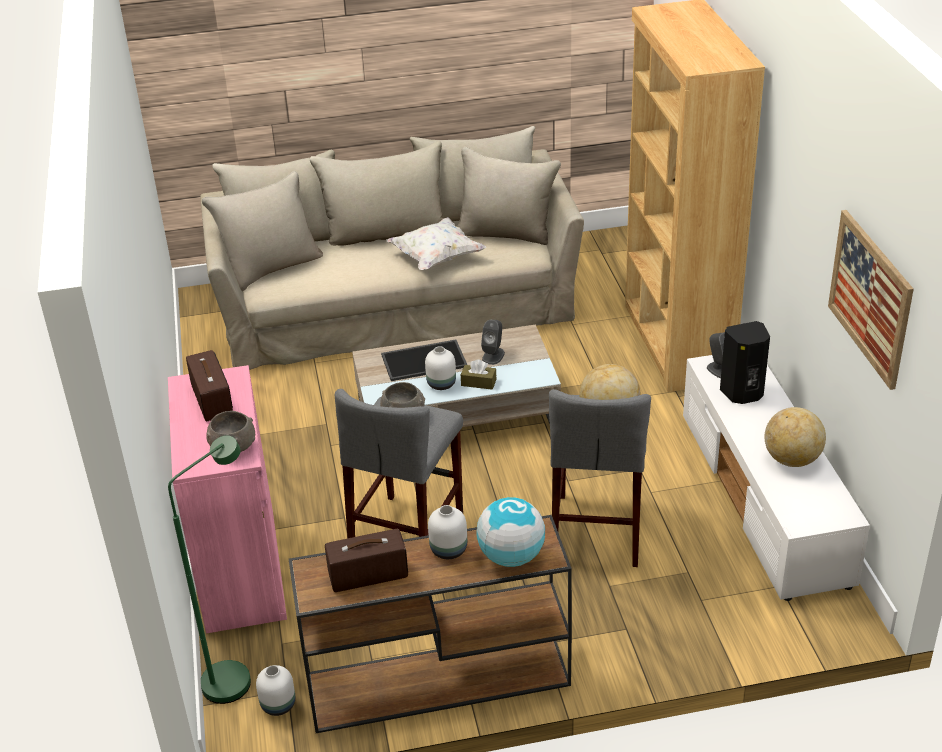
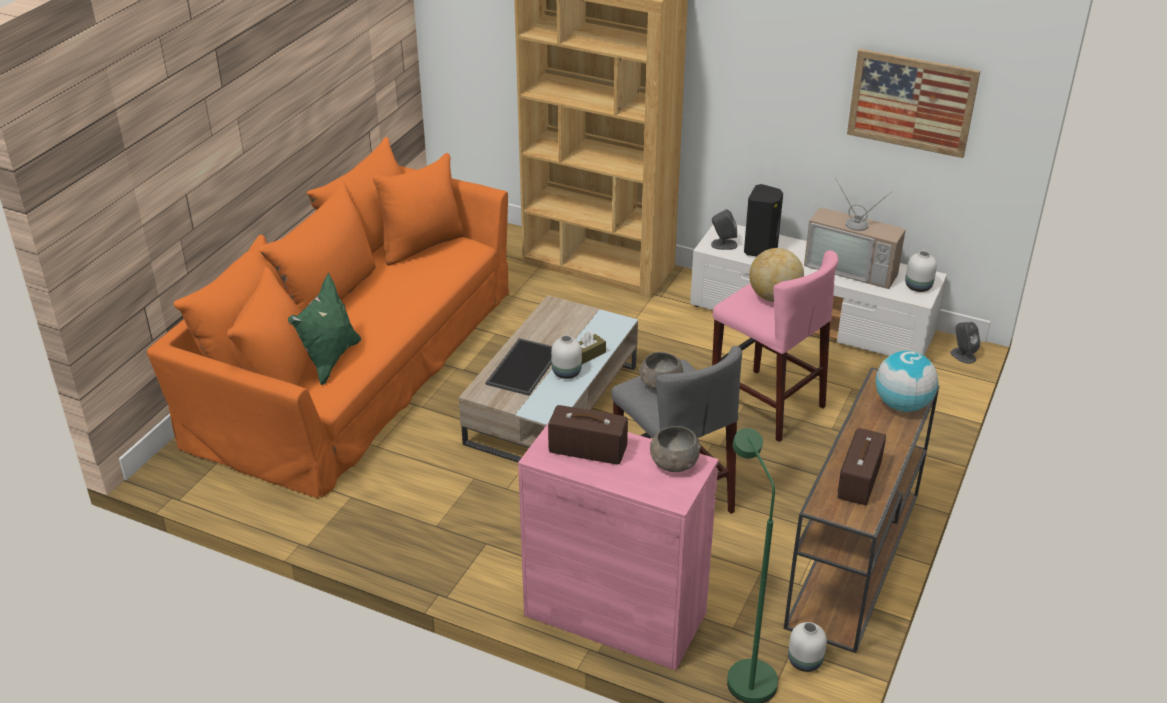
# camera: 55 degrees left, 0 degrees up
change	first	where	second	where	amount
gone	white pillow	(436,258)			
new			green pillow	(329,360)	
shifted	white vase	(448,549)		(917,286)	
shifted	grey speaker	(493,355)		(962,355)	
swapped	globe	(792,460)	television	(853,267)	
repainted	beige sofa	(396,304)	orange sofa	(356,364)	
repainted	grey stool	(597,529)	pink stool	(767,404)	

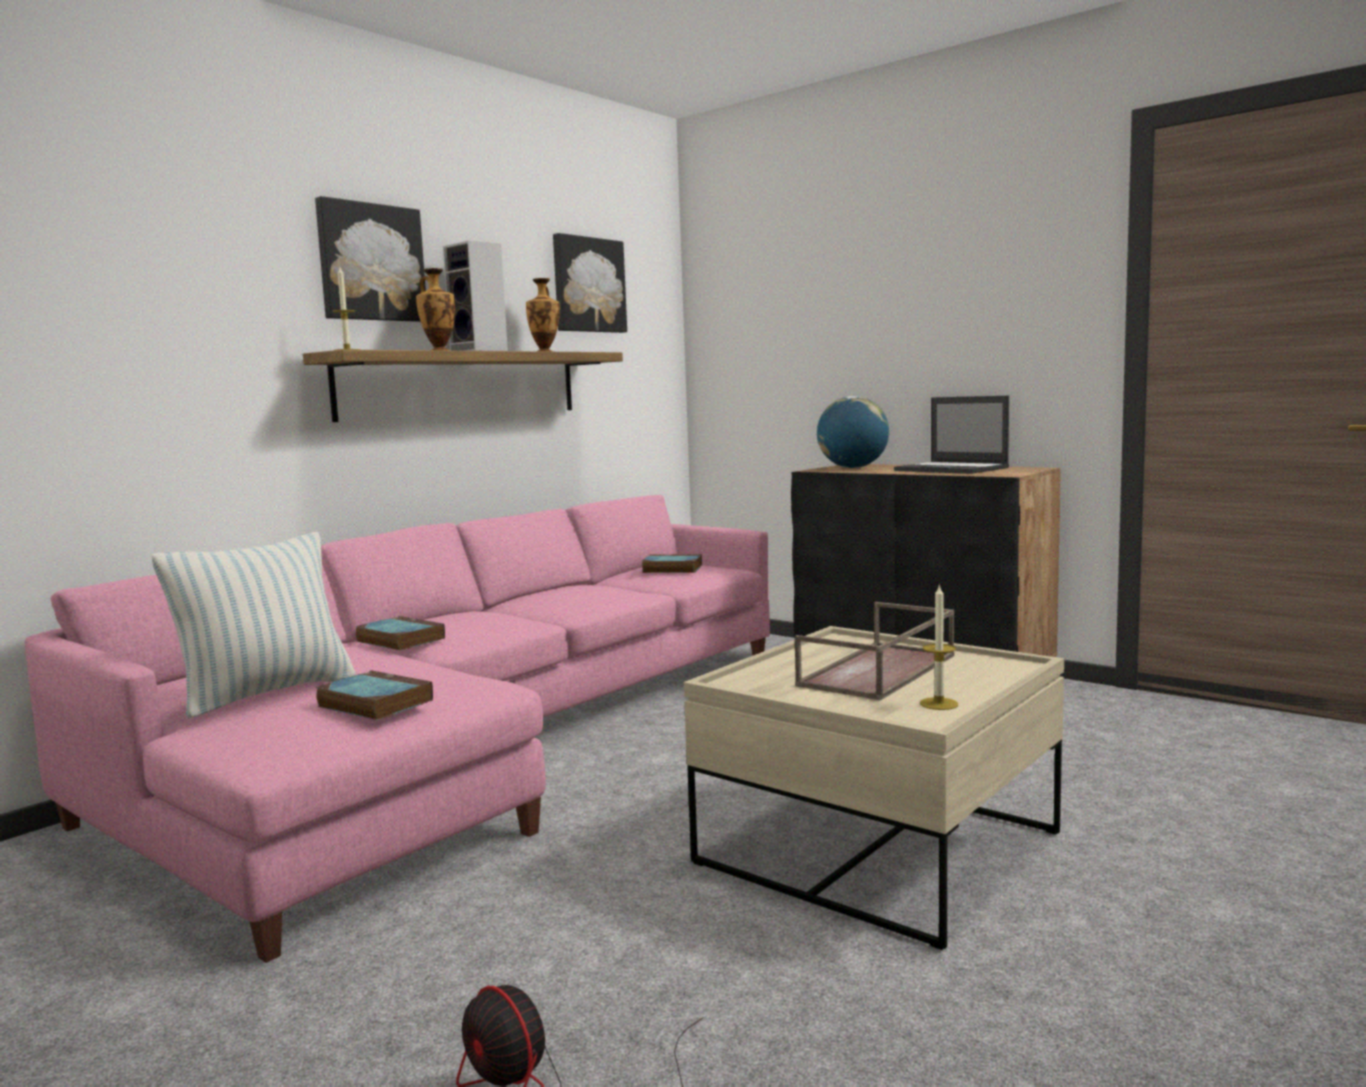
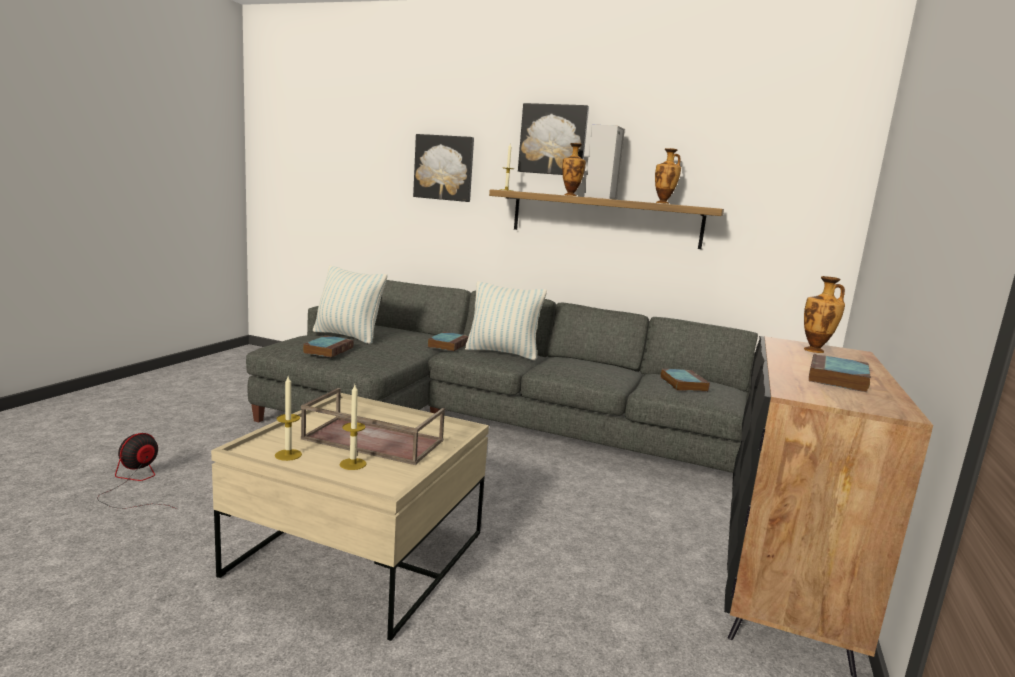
# camera: 70 degrees right, 5 degrees up
change	first	where	second	where	amount
new			candle	(353,464)	
new			pillow	(502,352)	
shifted	picture	(587,285)		(444,168)	
swapped	globe	(853,468)	vase	(815,351)	
swapped	laptop	(952,469)	book	(838,379)	
repainted	pink sofa	(472,745)	grey sofa	(489,421)	

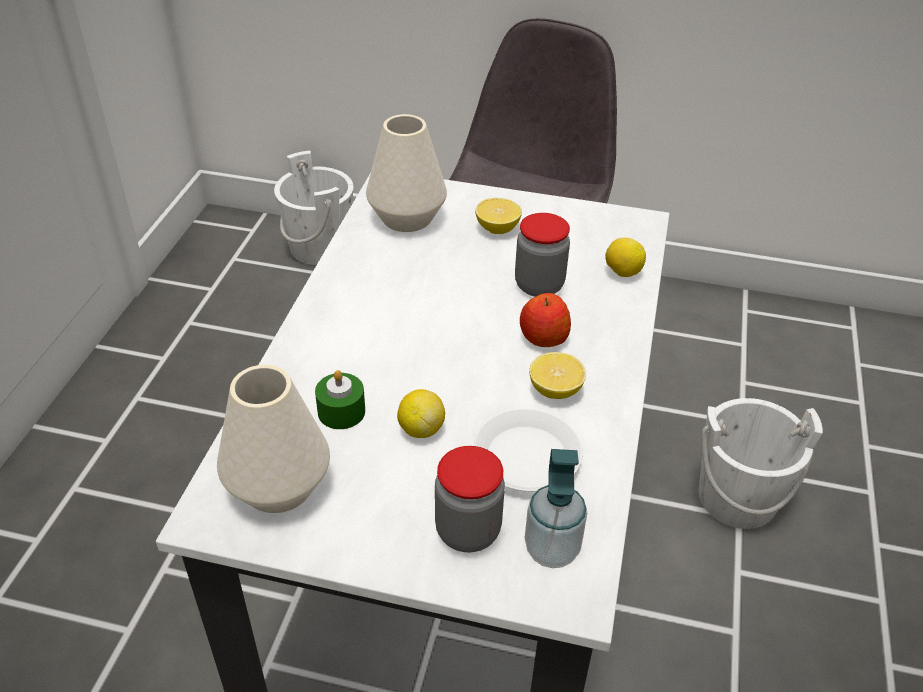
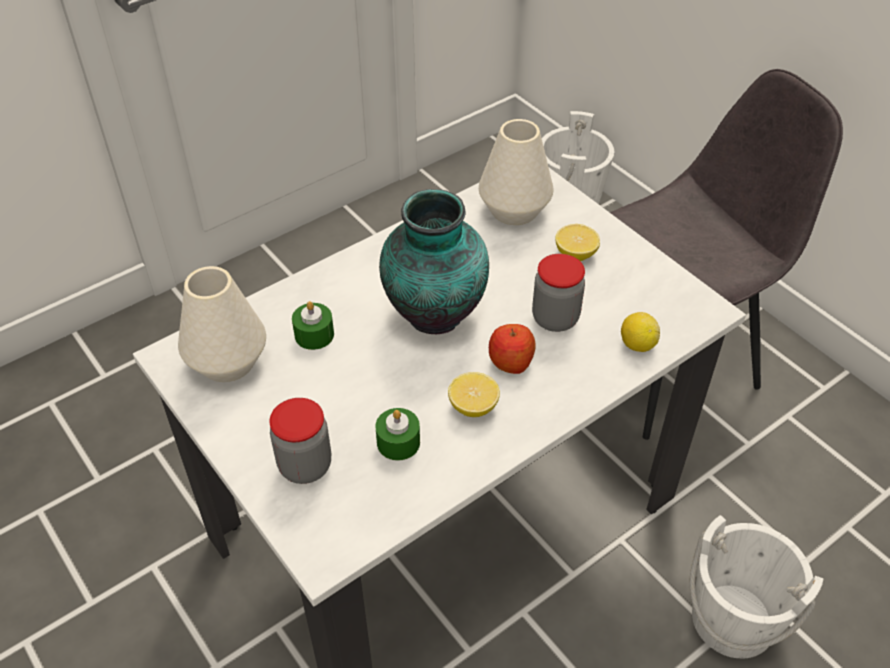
# camera: 40 degrees right, 5 degrees up
change	first	where	second	where	amount
gone	lemon	(421,429)			
gone	soap dispenser	(552,549)			
new			vase	(434,316)	
swapped	white plate	(527,457)	green candle	(398,442)	

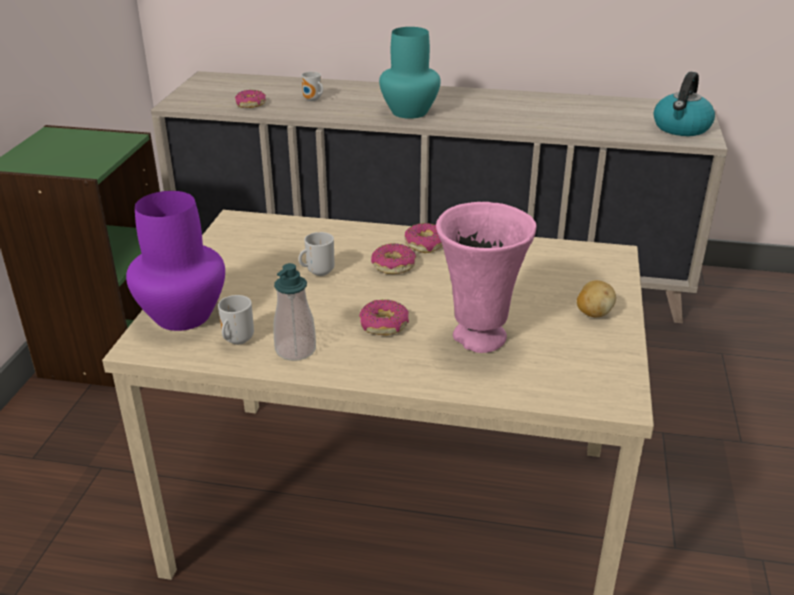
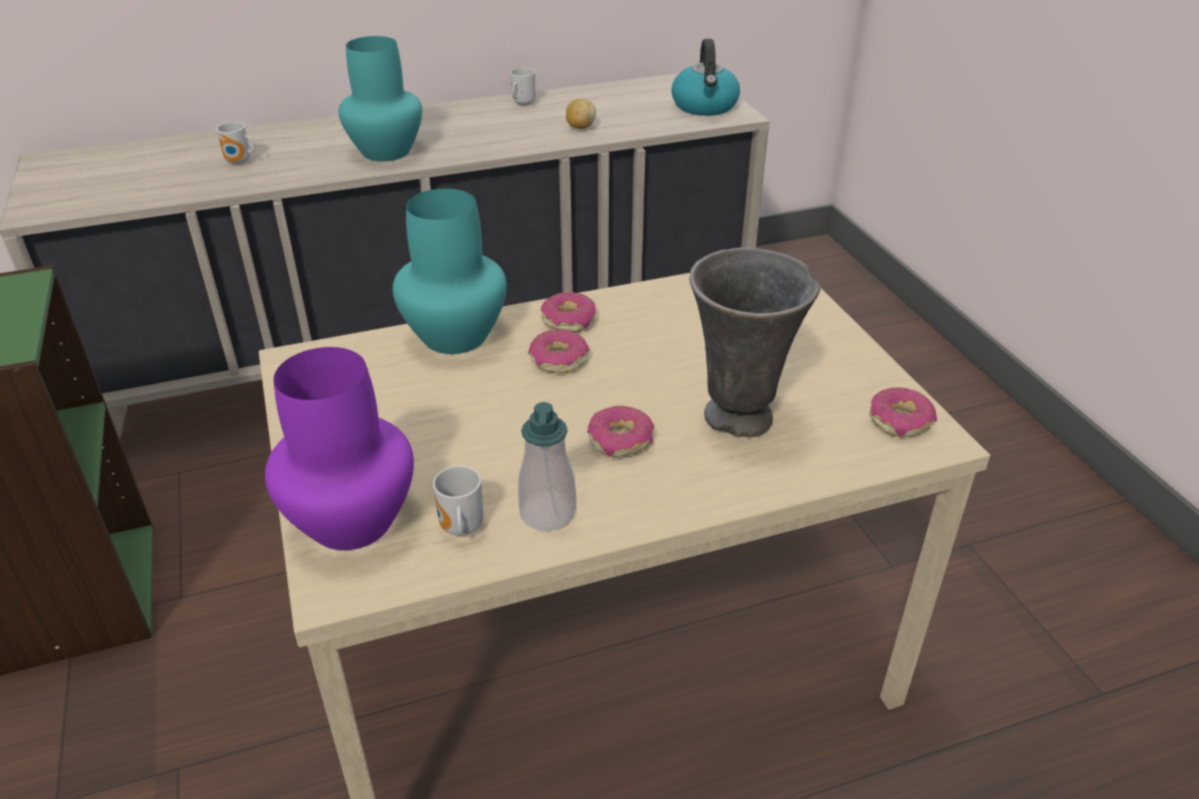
# camera: 30 degrees left, 5 degrees up
change	first	where	second	where	amount
new			turquoise vase	(456,337)	
shifted	donut	(251,104)		(900,421)	
shifted	mug	(318,272)		(522,104)	
shifted	potato	(593,313)		(580,127)	
repainted	pink vase	(479,339)	grey vase	(739,419)	

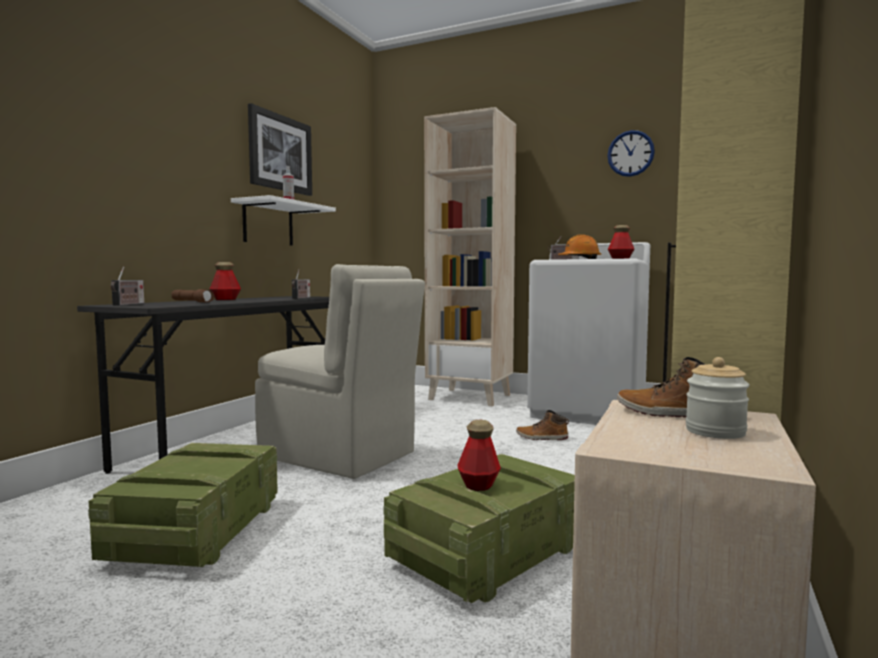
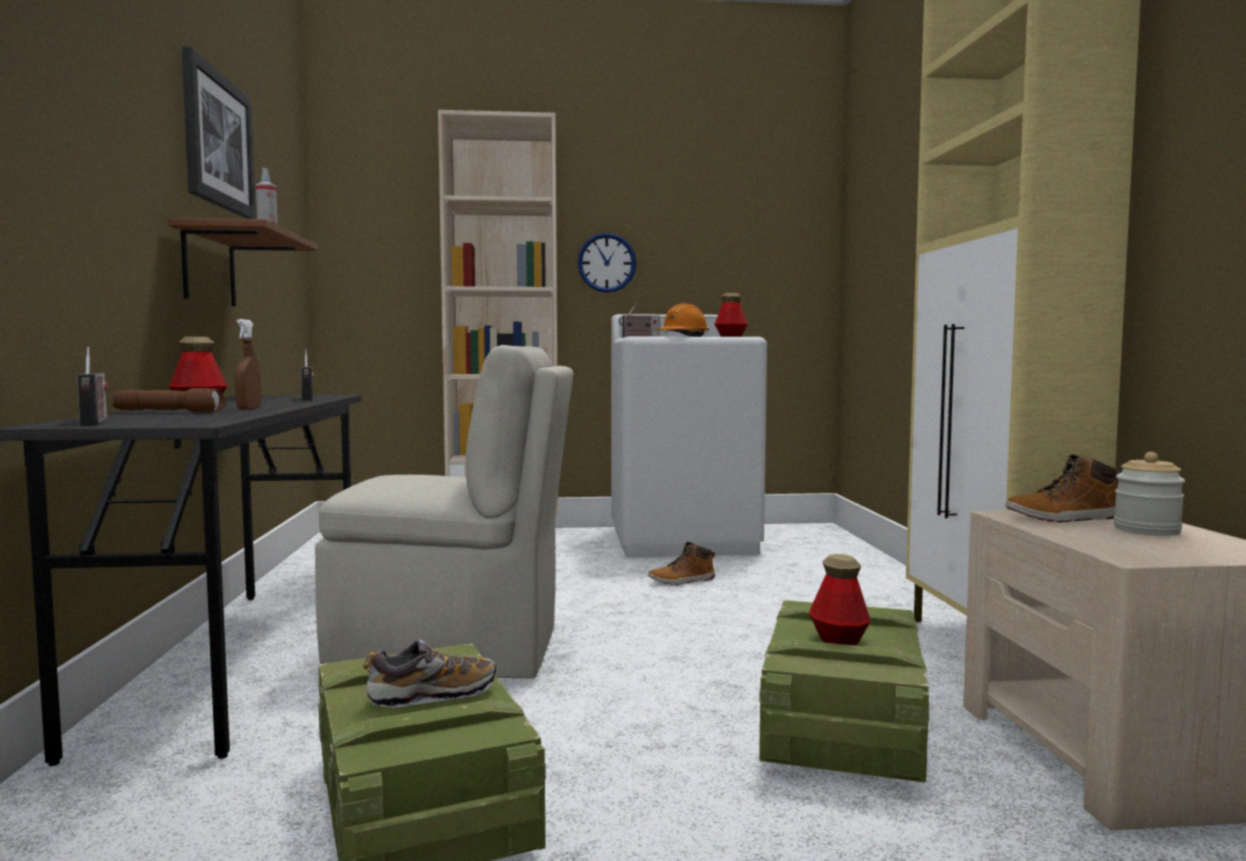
# camera: 30 degrees left, 0 degrees up
change	first	where	second	where	amount
new			brown spray bottle	(249,408)	
new			shoe	(431,696)	
shifted	wall clock	(630,153)		(606,263)	
repainted	white shelf	(268,224)	brown shelf	(209,267)	

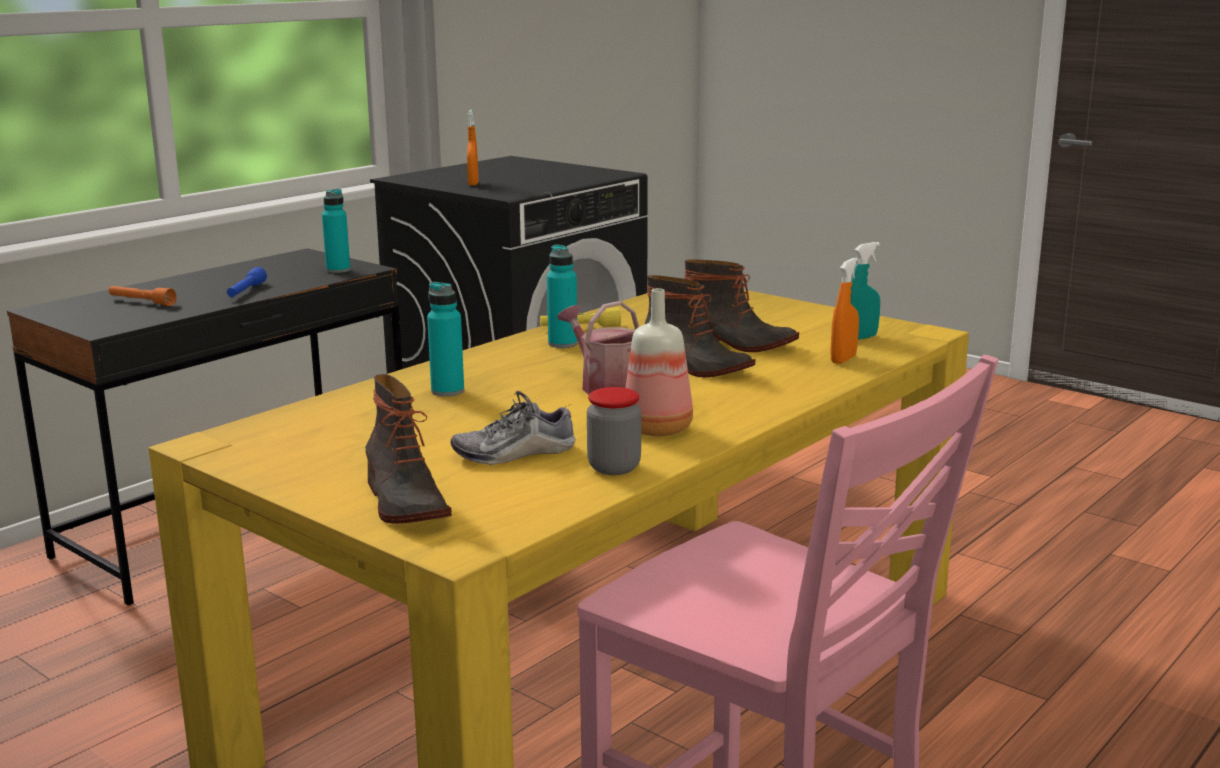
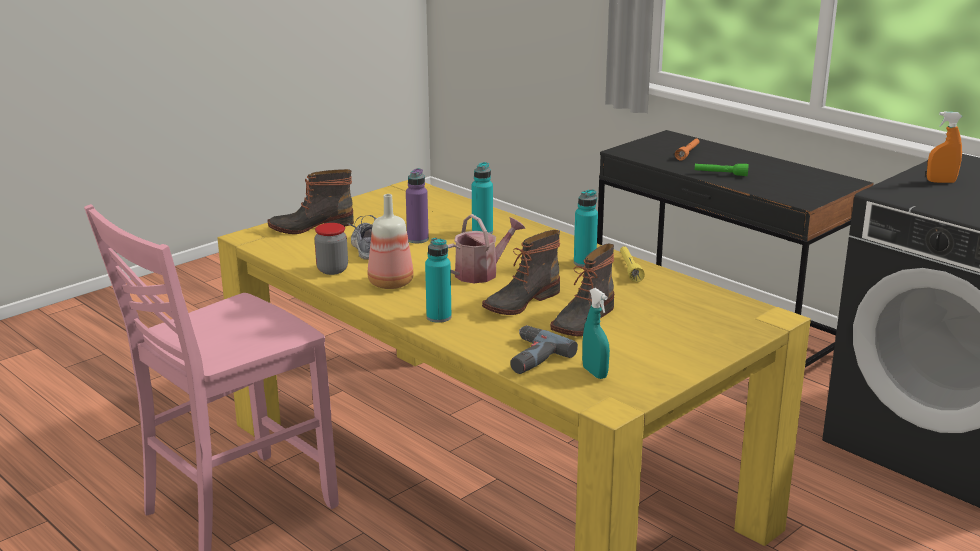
# camera: 95 degrees right, 5 degrees up
change	first	where	second	where	amount
new			purple bottle	(417,239)	
shifted	turquoise bottle	(338,270)		(439,317)	
swapped	orange spray bottle	(843,359)	power drill	(529,357)	
repainted	blue flashlight	(246,291)	green flashlight	(720,174)	

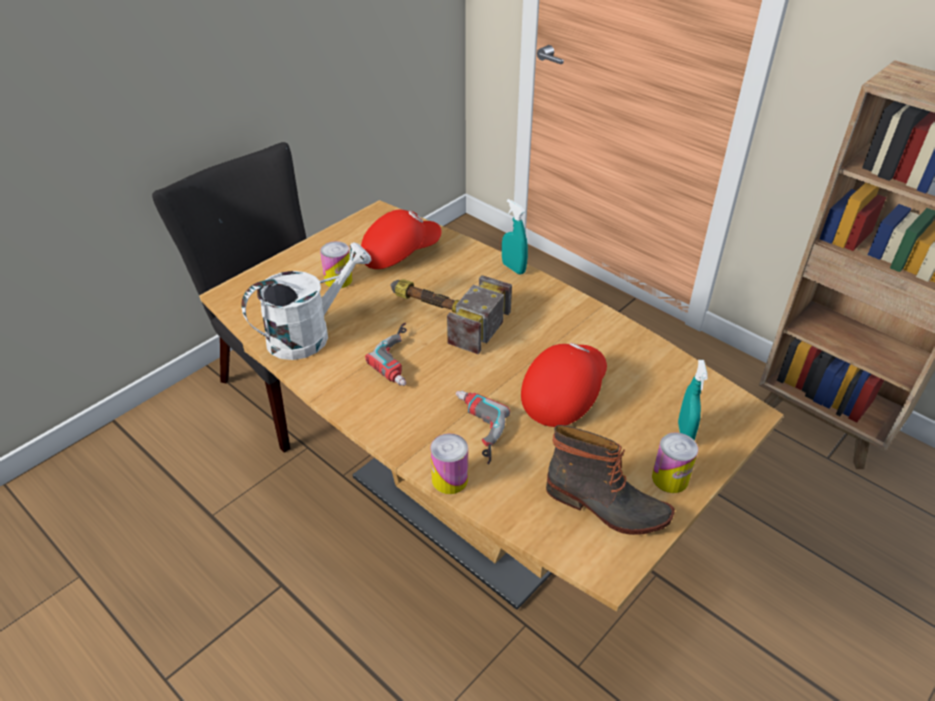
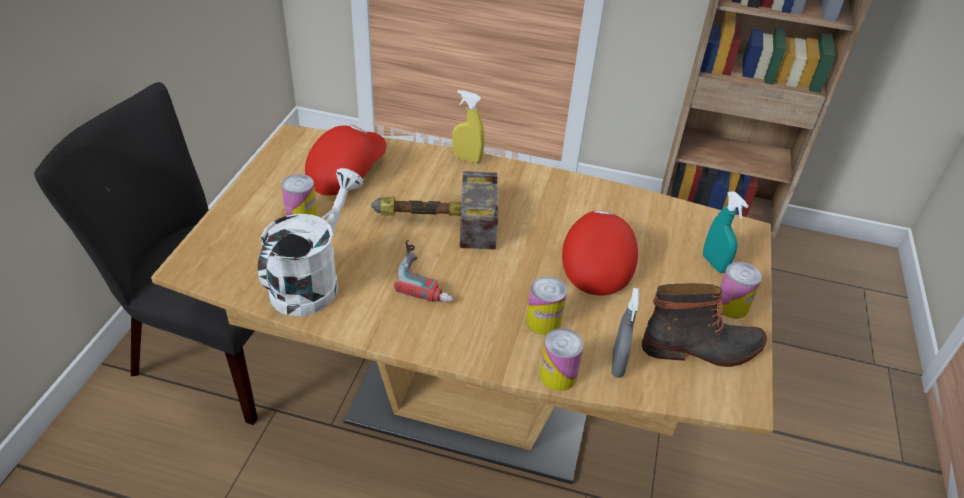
# camera: 30 degrees left, 0 degrees up
change	first	where	second	where	amount
new			grey spray bottle	(617,364)	
swapped	power drill	(473,429)	can	(543,321)	
repainted	turquoise spray bottle	(513,268)	yellow spray bottle	(467,159)	

